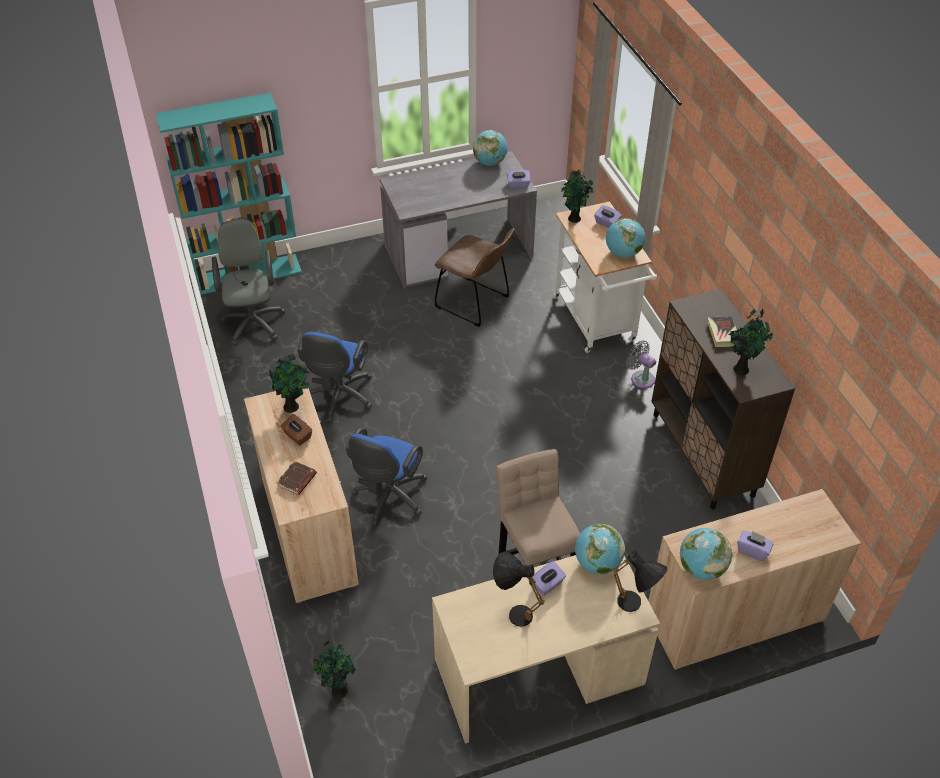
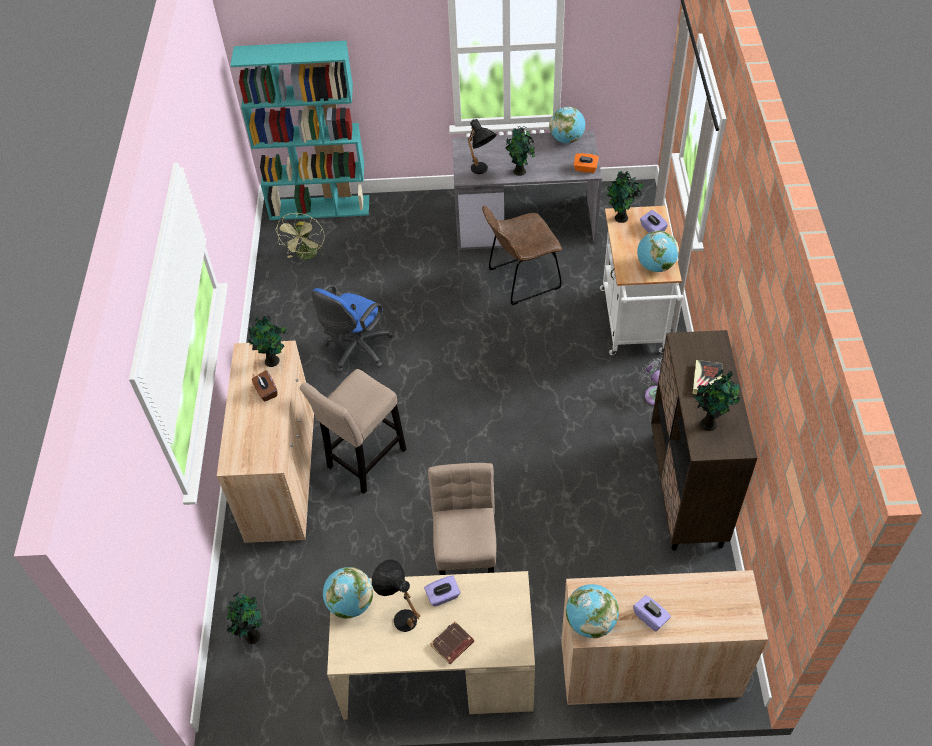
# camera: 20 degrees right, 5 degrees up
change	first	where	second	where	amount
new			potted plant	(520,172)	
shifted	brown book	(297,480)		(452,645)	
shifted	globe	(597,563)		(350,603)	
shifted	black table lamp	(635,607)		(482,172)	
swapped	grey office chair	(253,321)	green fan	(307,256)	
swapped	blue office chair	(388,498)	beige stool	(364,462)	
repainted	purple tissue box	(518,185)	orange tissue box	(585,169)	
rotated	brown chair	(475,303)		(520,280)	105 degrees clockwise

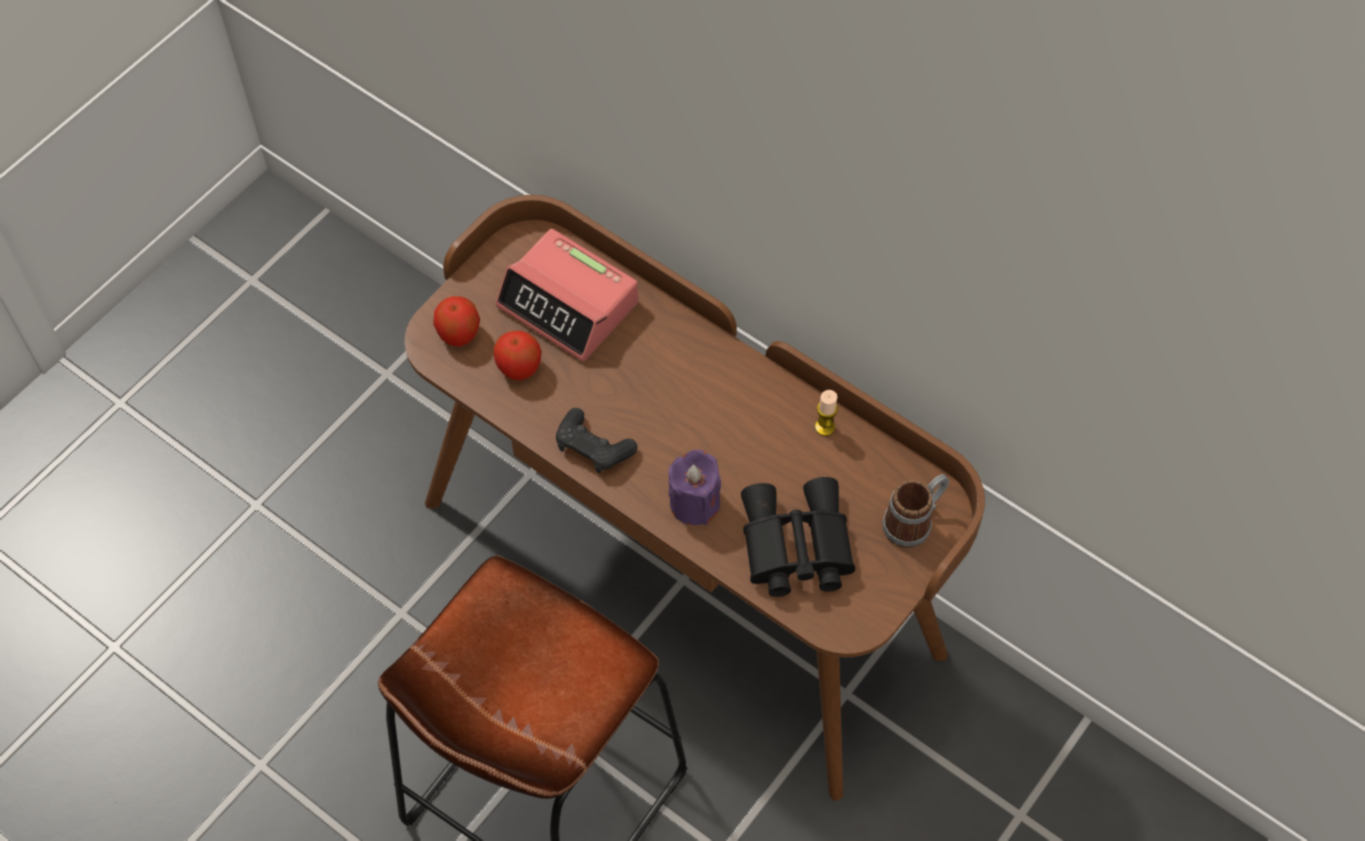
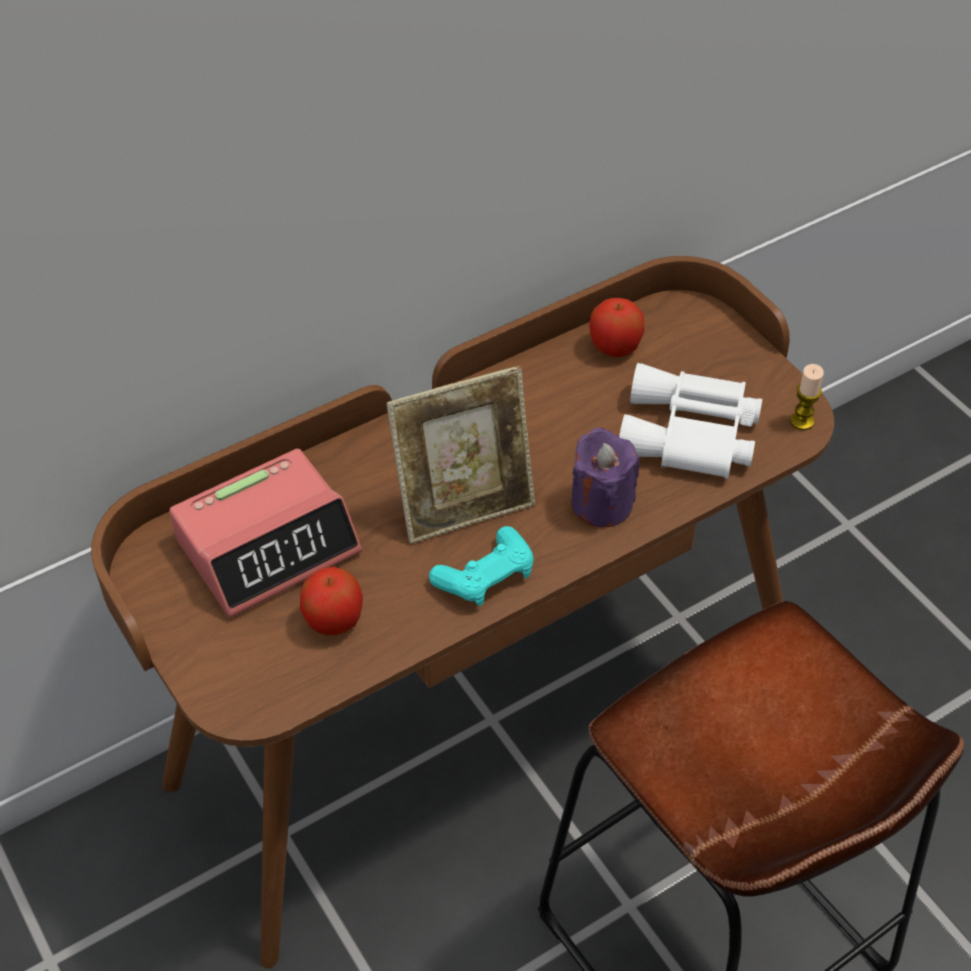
# camera: 70 degrees left, 10 degrees down
change	first	where	second	where	amount
gone	mug	(914,521)			
new			picture frame	(464,506)	
shifted	apple	(459,334)		(614,347)	
shifted	candle	(824,427)		(802,421)	
repainted	black game controller	(593,447)	turquoise game controller	(486,576)	
repainted	black binoculars	(793,547)	white binoculars	(690,436)	

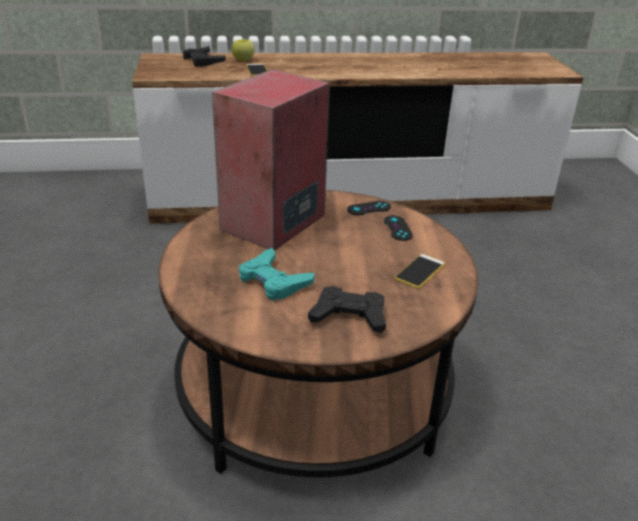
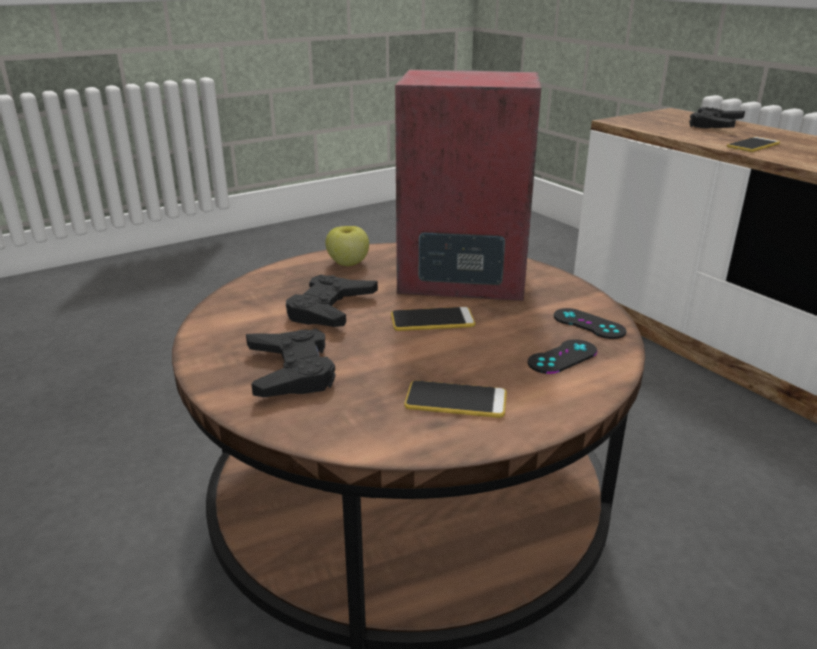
# camera: 65 degrees right, 5 degrees down
change	first	where	second	where	amount
new			phone	(432,320)	
shifted	apple	(243,60)		(348,263)	
repainted	turquoise game controller	(273,281)	black game controller	(330,309)	

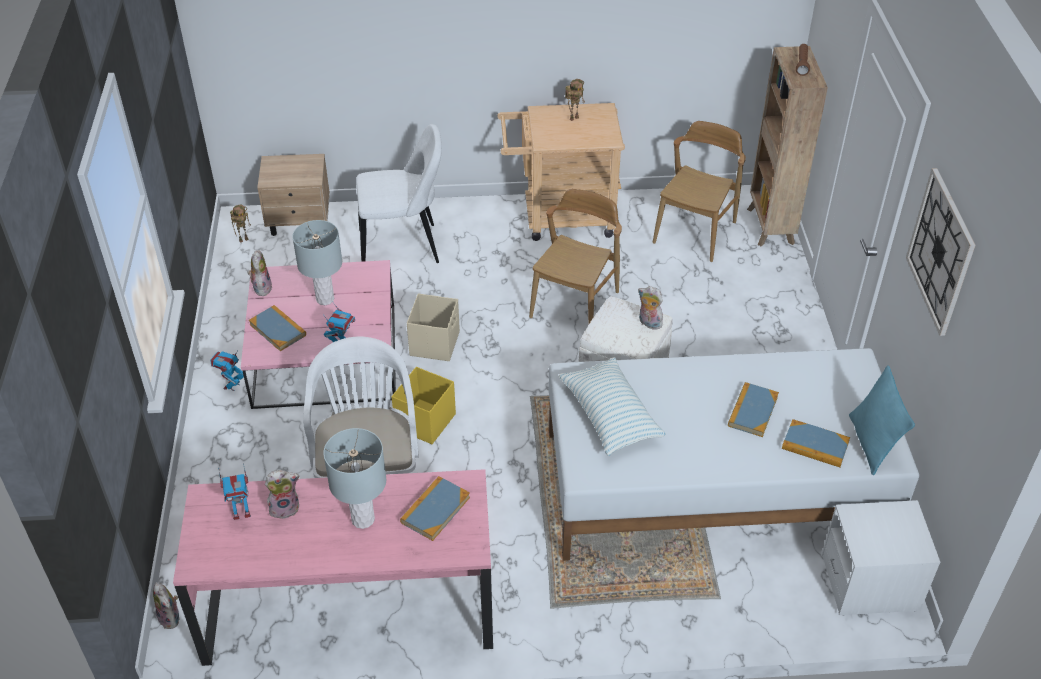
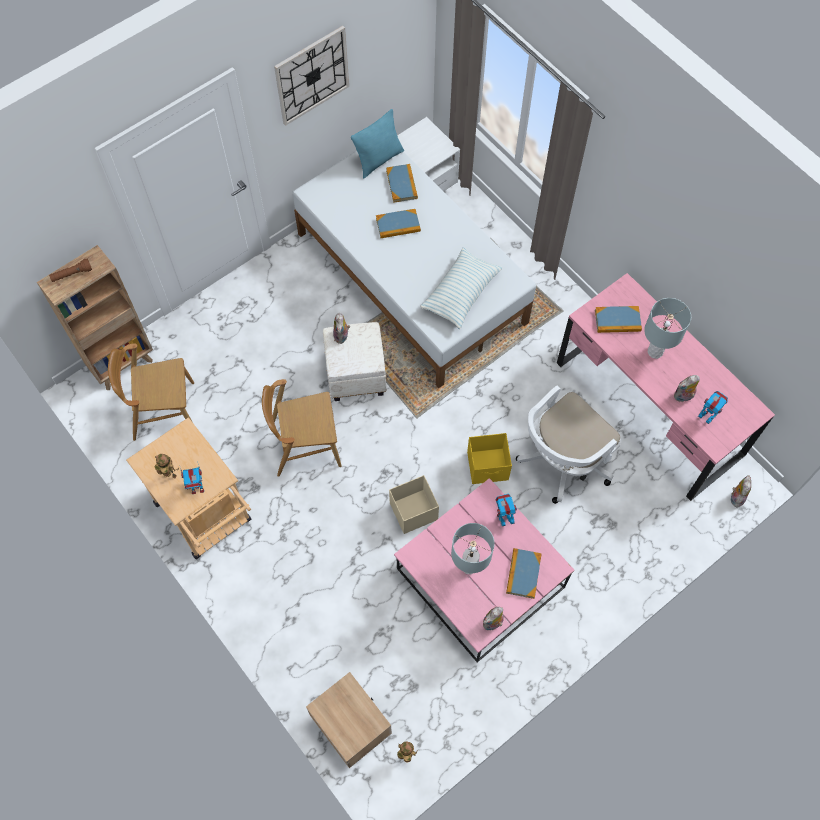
# camera: 125 degrees left, 20 degrees up
change	first	where	second	where	amount
gone	white chair	(403,246)			
shifted	toy robot	(231,386)		(197,488)	
rotated	plush toy	(285,507)		(683,397)	60 degrees counterclockwise

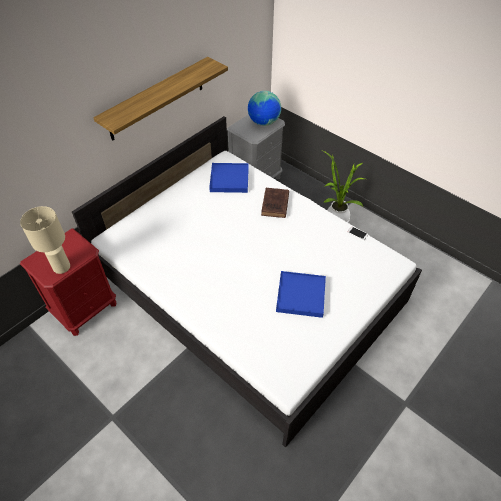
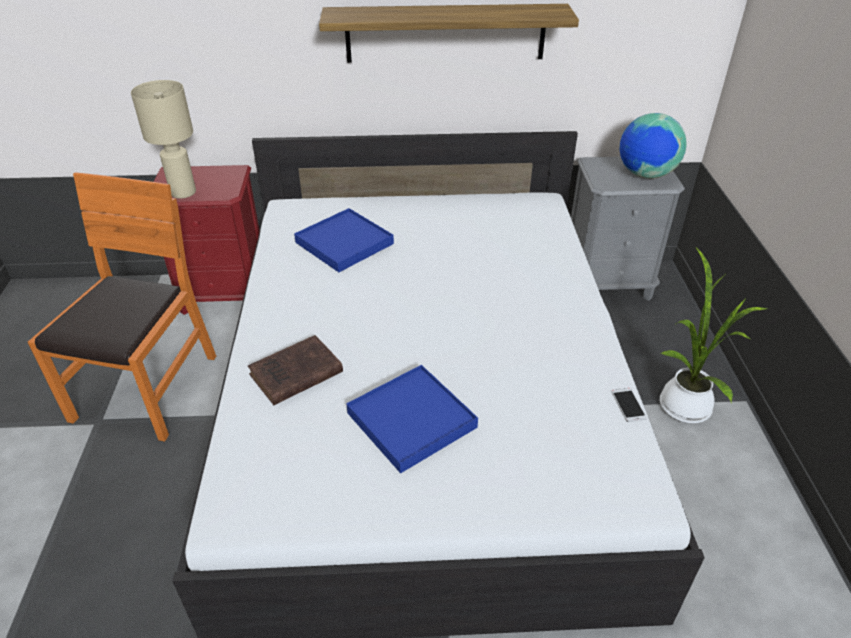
# camera: 45 degrees right, 10 degrees down
change	first	where	second	where	amount
new			orange chair	(147,388)	
shifted	blue tray	(229,179)		(344,243)	
shifted	brown book	(275,205)		(294,375)	

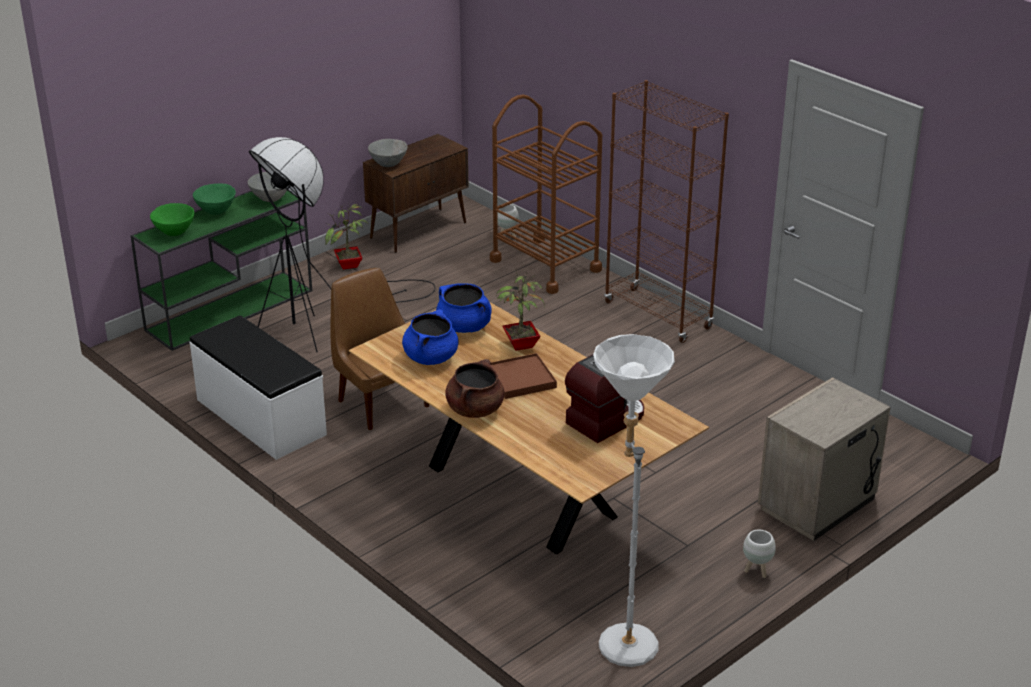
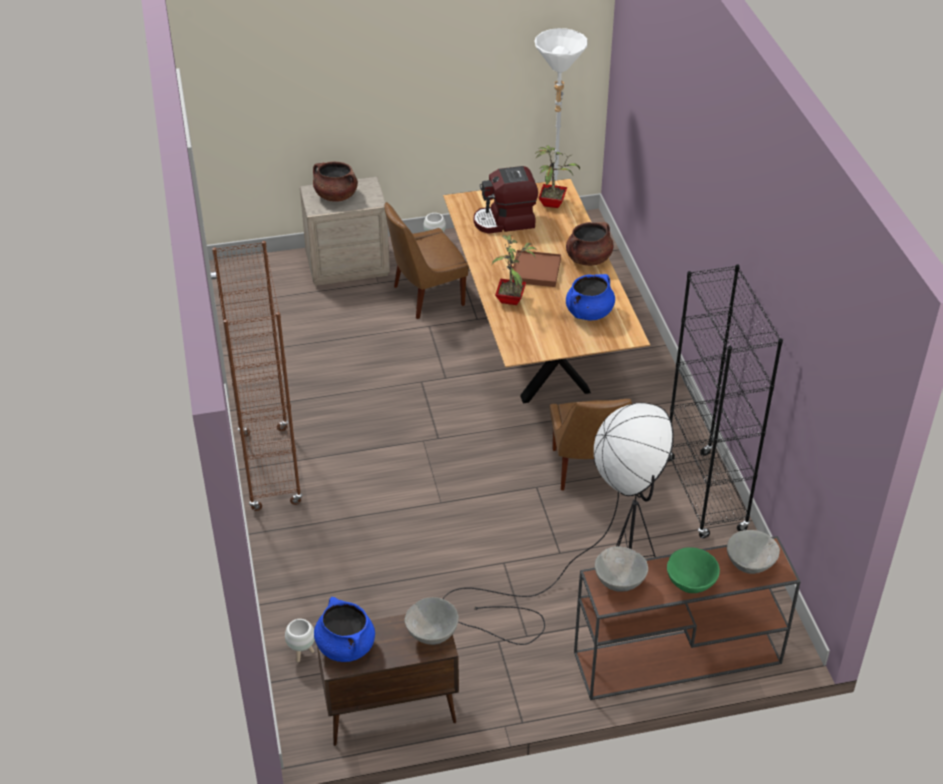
# camera: 150 degrees left, 10 degrees up
change	first	where	second	where	amount
gone	brown cart	(545,265)			
new			brown cooking pot	(335,195)	
new			brown chair	(426,296)	
shifted	potted plant	(349,266)		(552,202)	
shifted	blue cooking pot	(464,326)		(345,646)	
swapped	white bench	(260,417)	black bookcase	(704,495)	
repainted	green console table	(231,309)	brown console table	(675,659)	
repainted	green bowl	(174,232)	grey bowl	(749,566)	

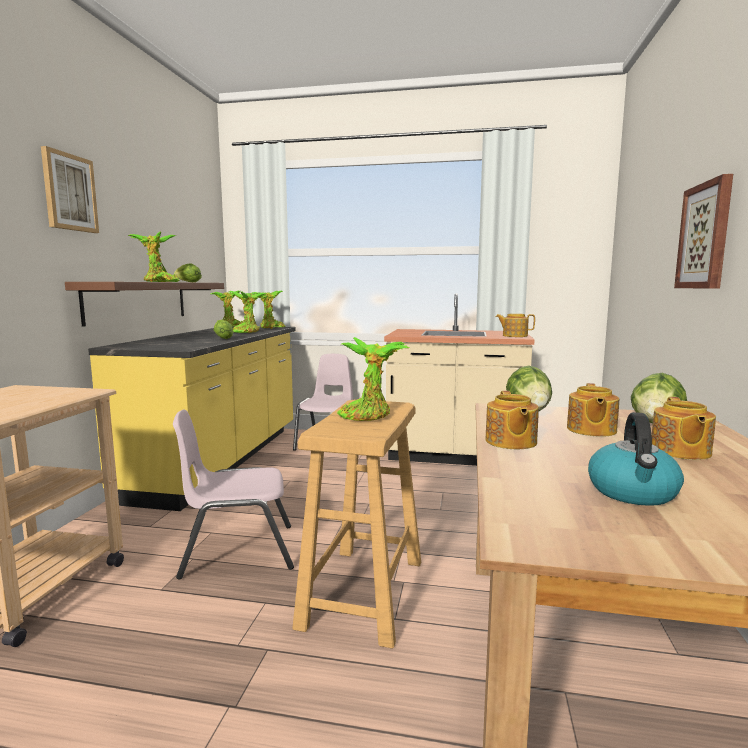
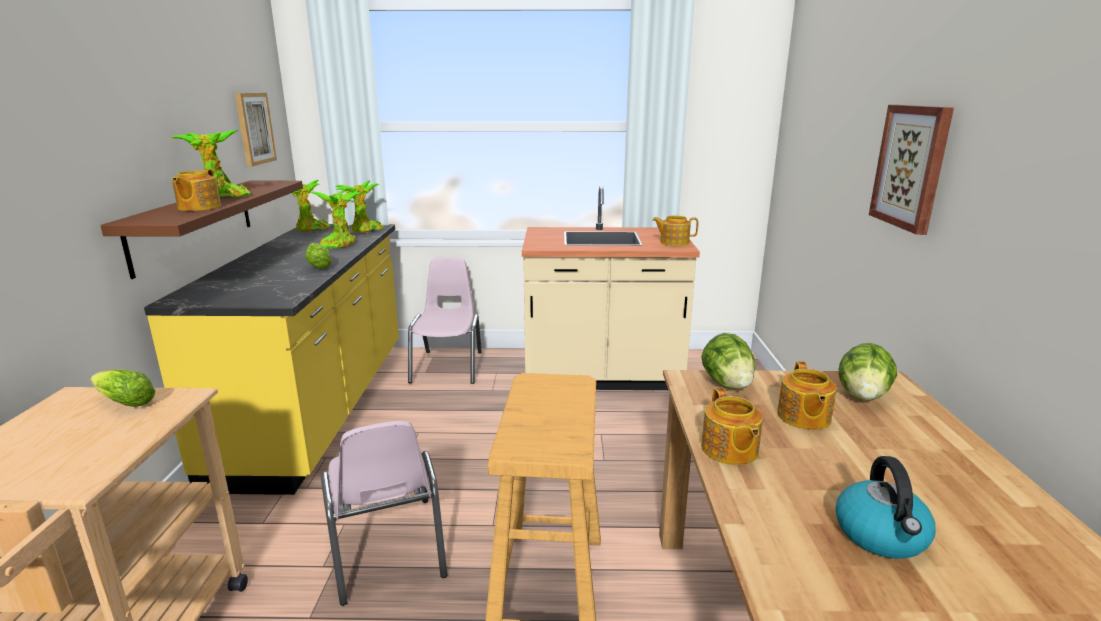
# camera: 10 degrees left, 10 degrees up
change	first	where	second	where	amount
gone	potted plant	(369,416)			
shifted	picture	(69,192)		(254,128)	
shifted	lettuce	(186,282)		(123,402)	
shifted	teapot	(679,451)		(198,207)	
rotated	pink chair	(238,551)		(386,548)	90 degrees counterclockwise

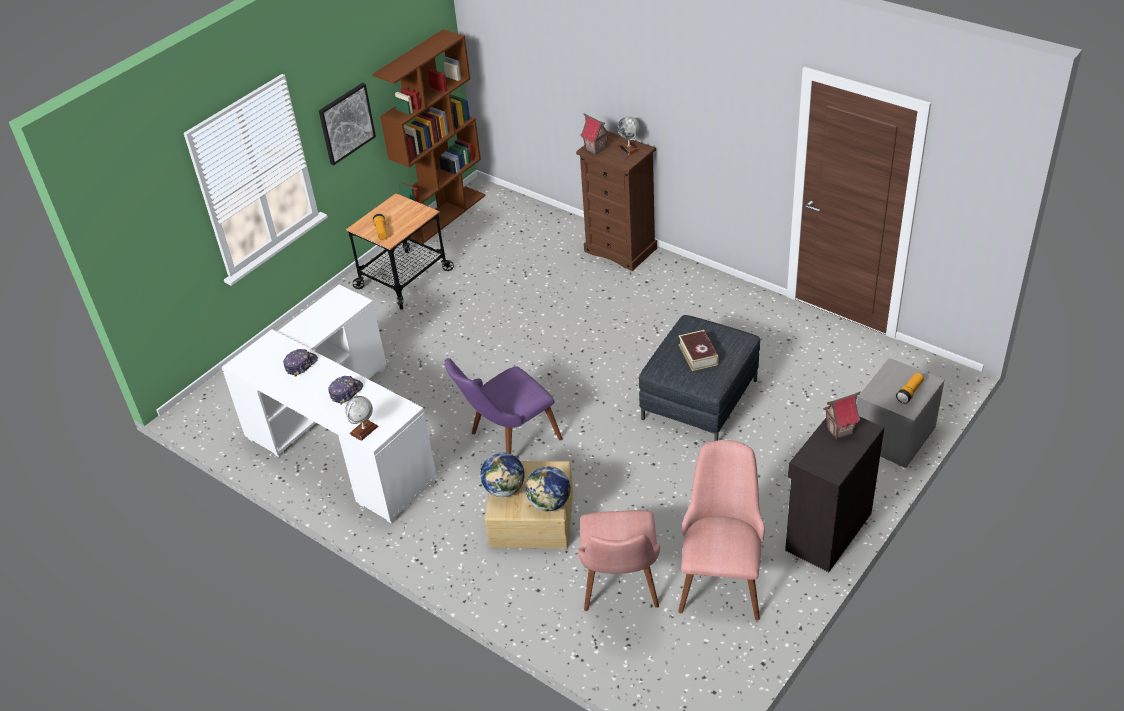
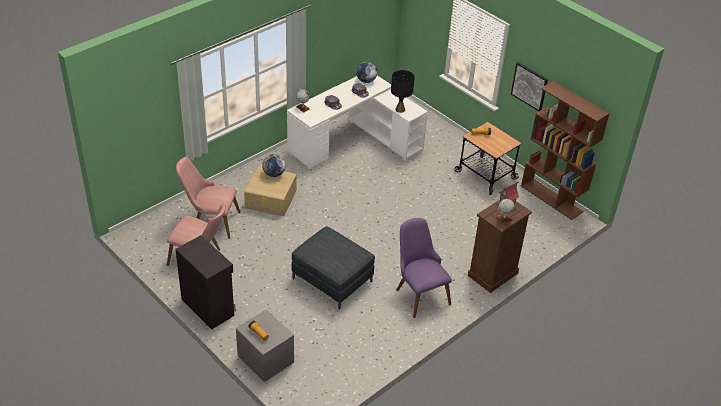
# camera: 95 degrees right, 0 degrees up
change	first	where	second	where	amount
gone	book	(698,355)			
gone	toy house	(840,430)			
new			black table lamp	(400,109)	
shifted	purple chair	(506,441)		(419,292)	
shifted	globe	(549,503)		(366,81)	

